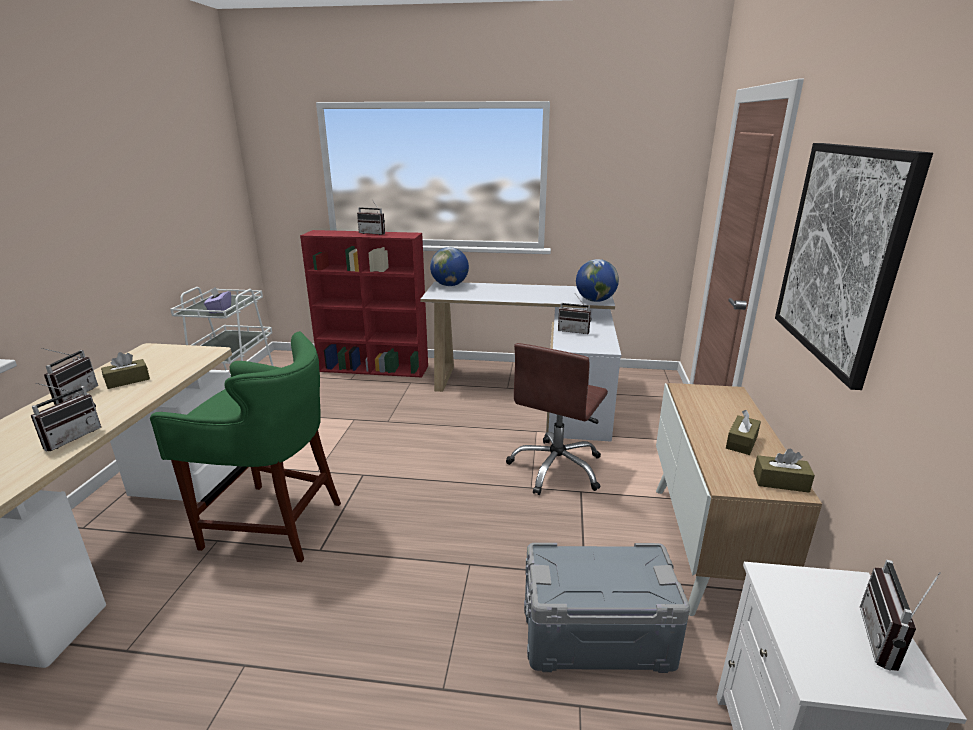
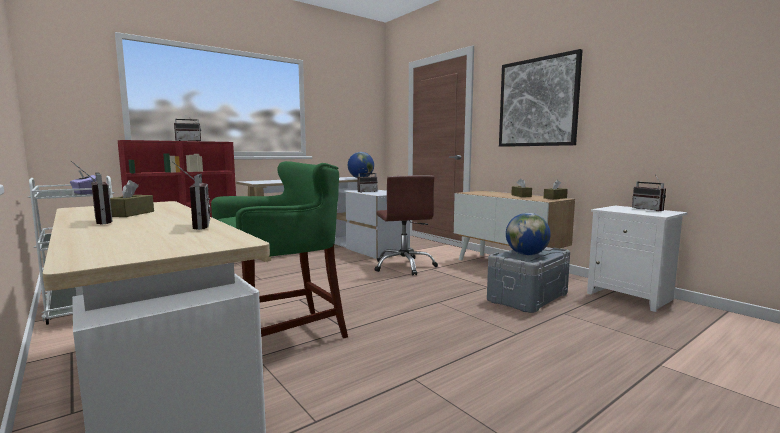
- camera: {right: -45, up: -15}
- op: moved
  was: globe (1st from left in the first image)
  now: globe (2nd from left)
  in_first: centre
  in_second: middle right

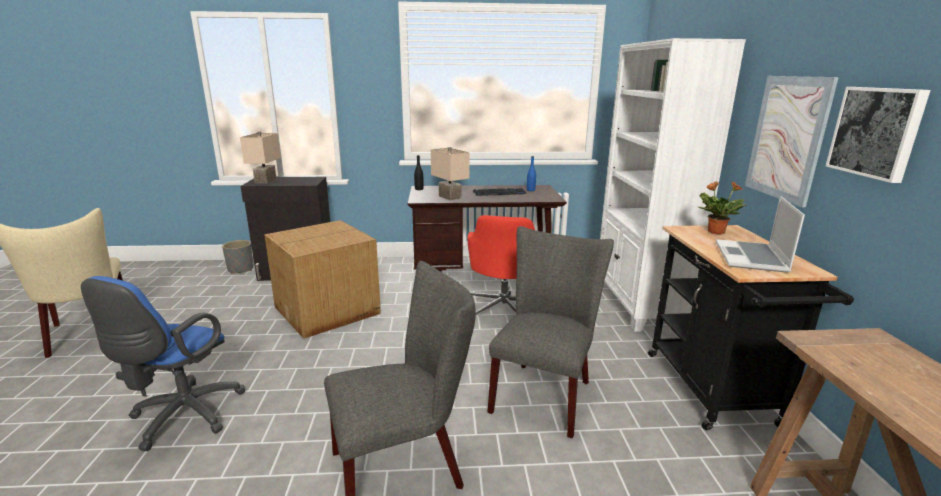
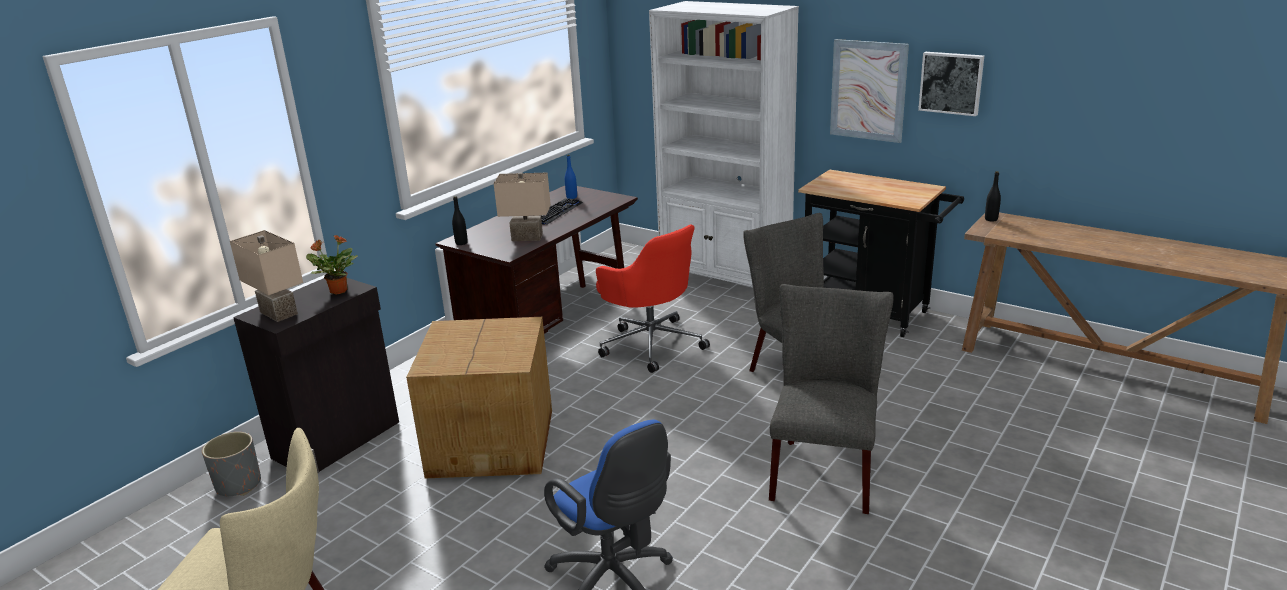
- camera: {right: -50, up: 5}
- op: moved
  was: potted plant
  in_first: middle right
  in_second: middle left
- op: added
  now: bottle/black (2nd from left)
  in_second: top right
- op: removed
  was: laptop
  in_first: middle right

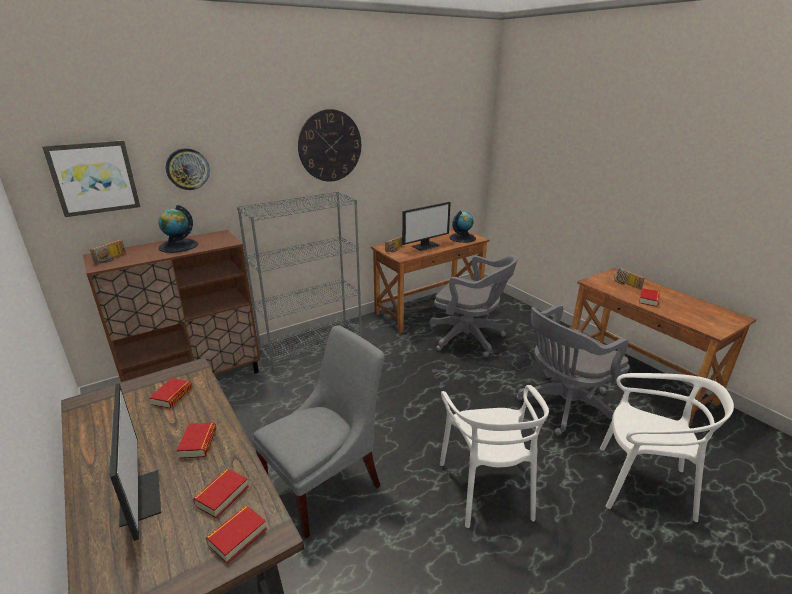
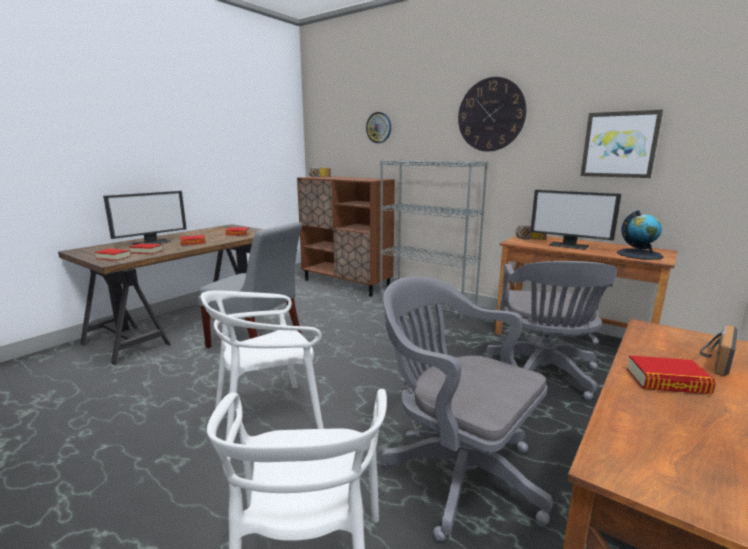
- camera: {right: 70, up: -10}
- op: moved
  was: picture
  in_first: top left
  in_second: top right
- op: removed
  was: globe (1st from left)
  in_first: middle left

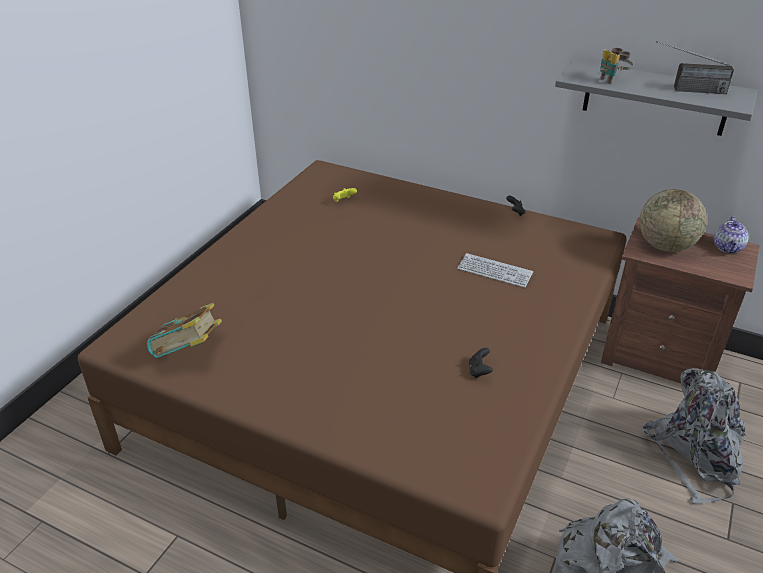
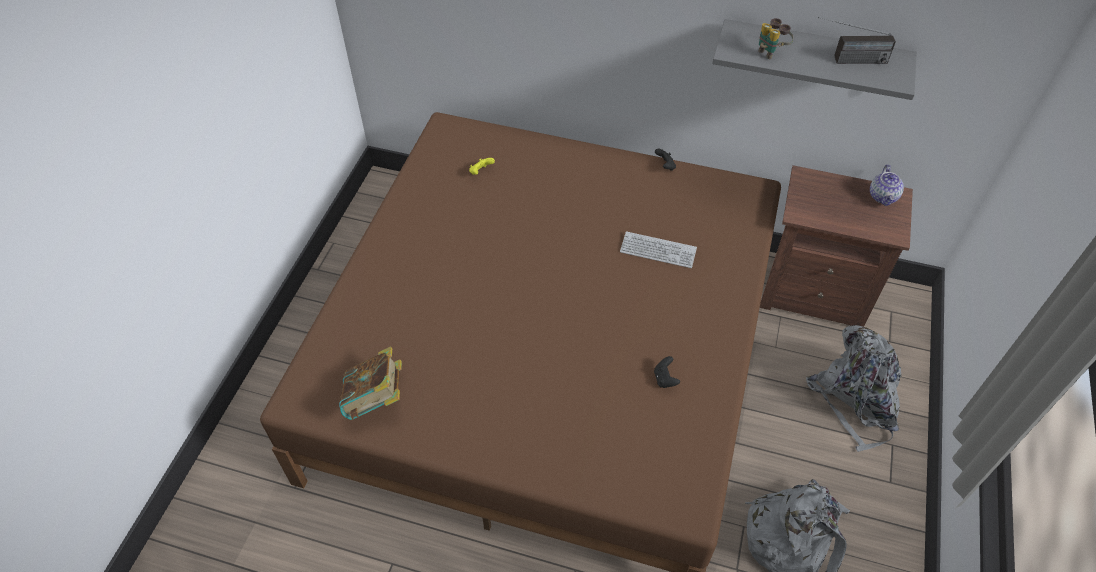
- camera: {right: -10, up: 15}
- op: removed
  was: globe
  in_first: middle right

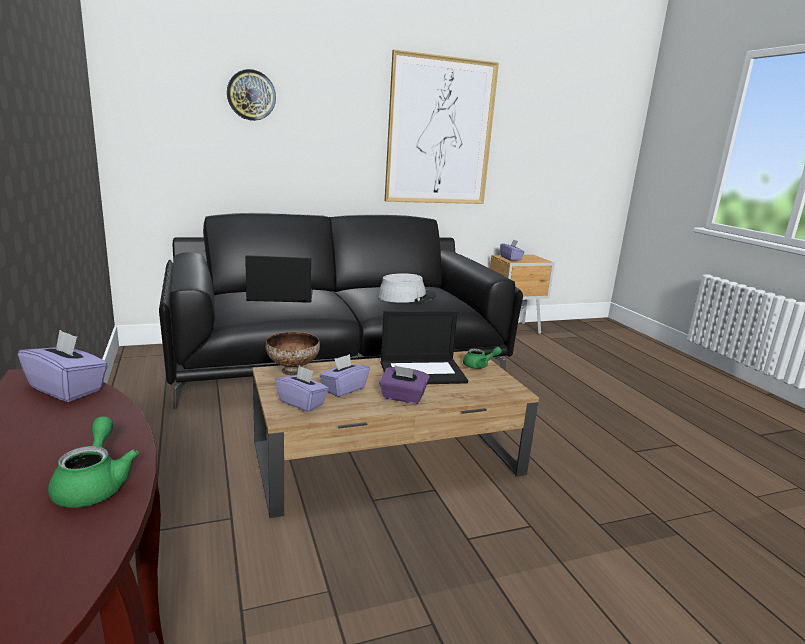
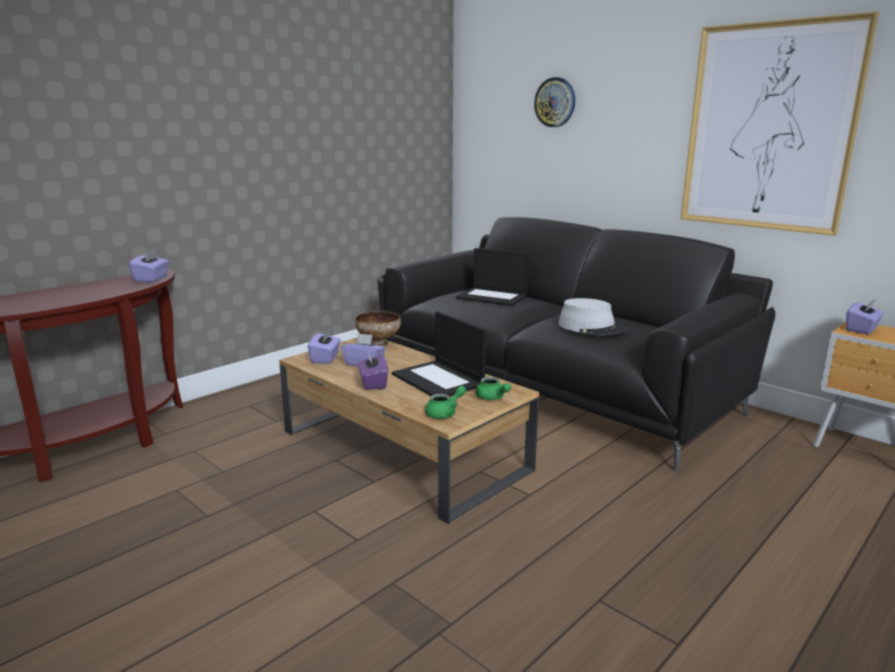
- camera: {right: 65, up: 0}
- op: moved
  was: teapot/green (1st from left)
  in_first: bottom left
  in_second: centre
- op: turned
  was: laptop (1st from left in the first image)
  in_first: centre
  in_second: centre
  clockwise: 150

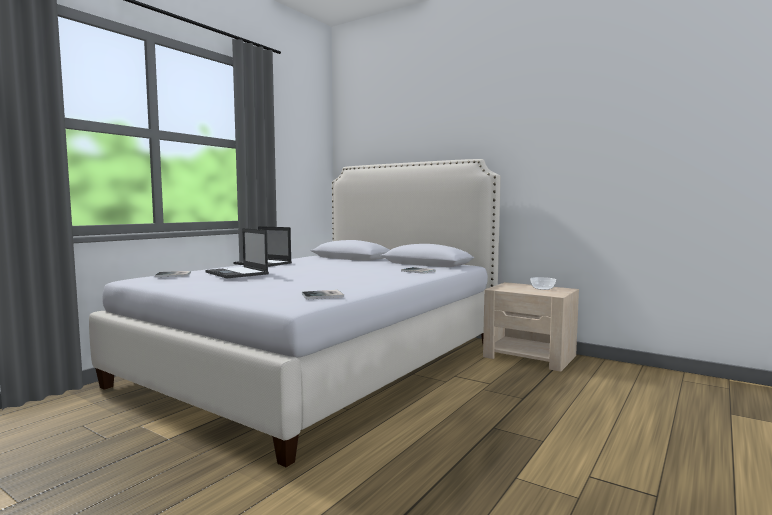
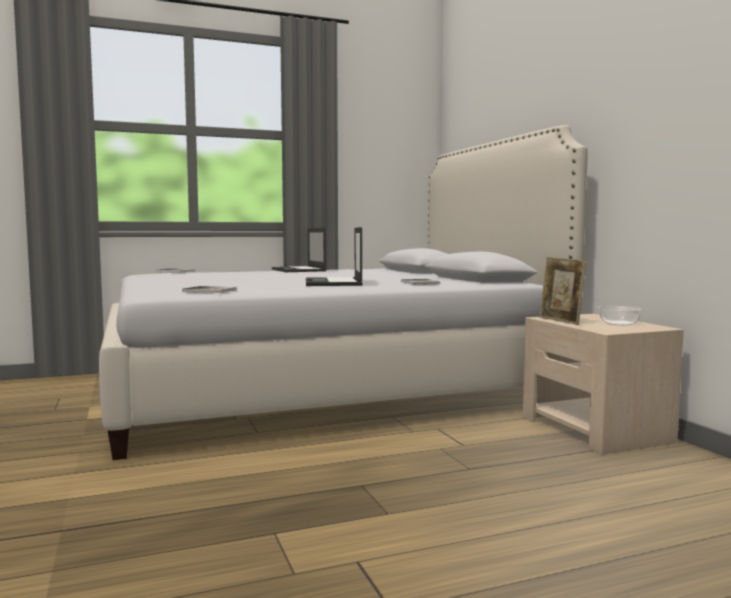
- camera: {right: 35, up: 0}
- op: moved
  was: laptop (1st from left in the first image)
  now: laptop (2nd from left)
  in_first: middle left
  in_second: centre
- op: added
  now: picture frame
  in_second: middle right

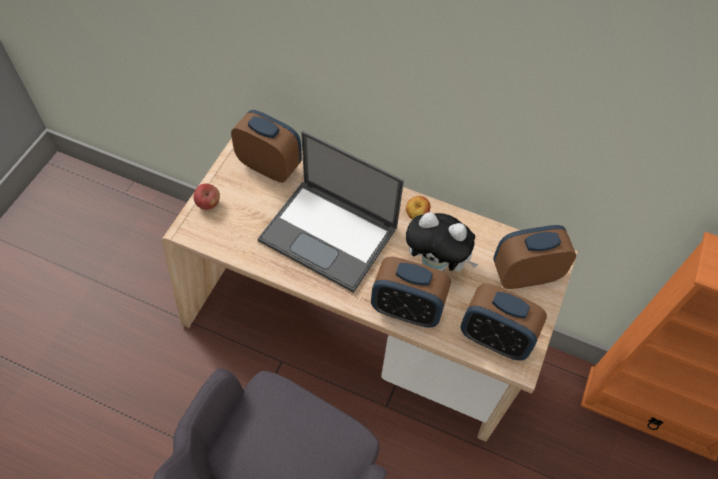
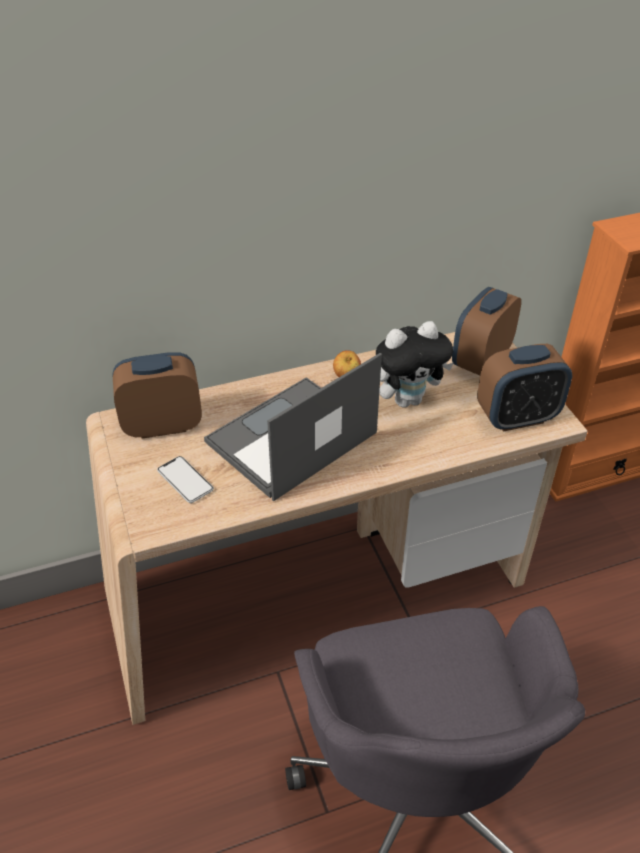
- camera: {right: -40, up: -15}
- op: added
  now: phone
  in_second: middle left
- op: turned
  was: laptop
  in_first: centre
  in_second: centre
  clockwise: 150
- op: removed
  was: apple (1st from left)
  in_first: middle left
- op: removed
  was: alarm clock (2nd from left)
  in_first: centre

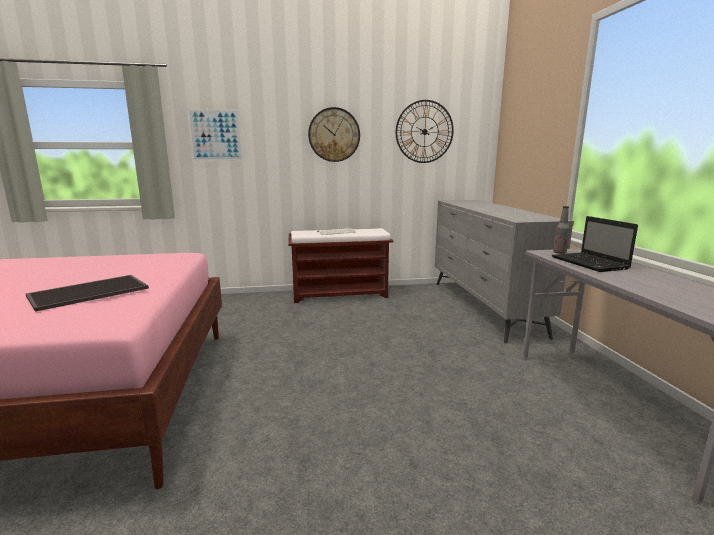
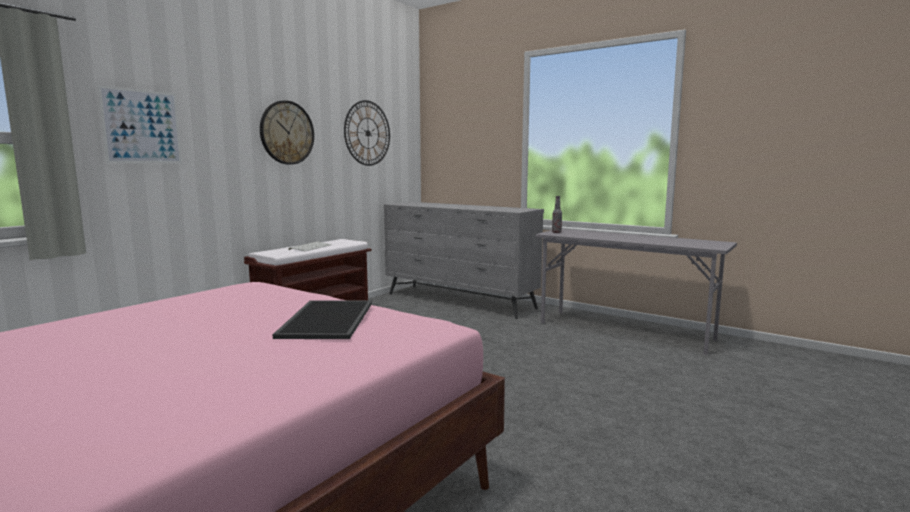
- camera: {right: -45, up: -5}
- op: removed
  was: laptop
  in_first: middle right

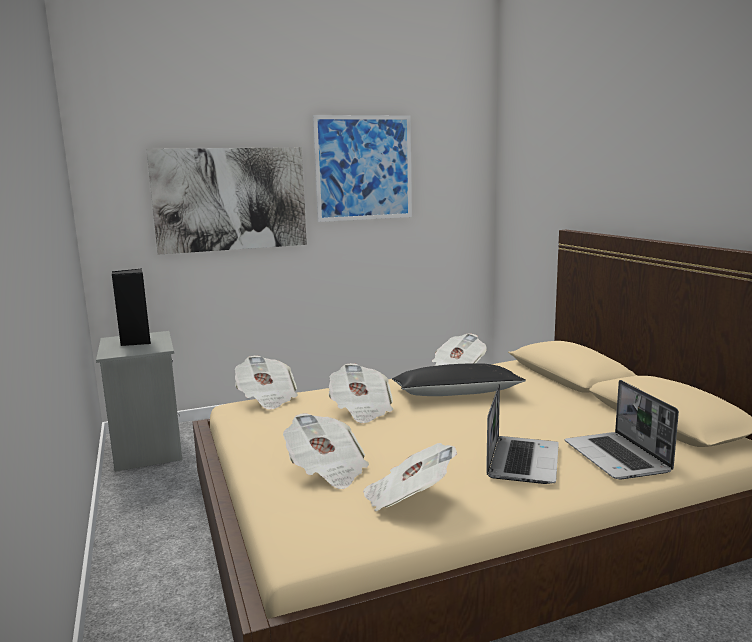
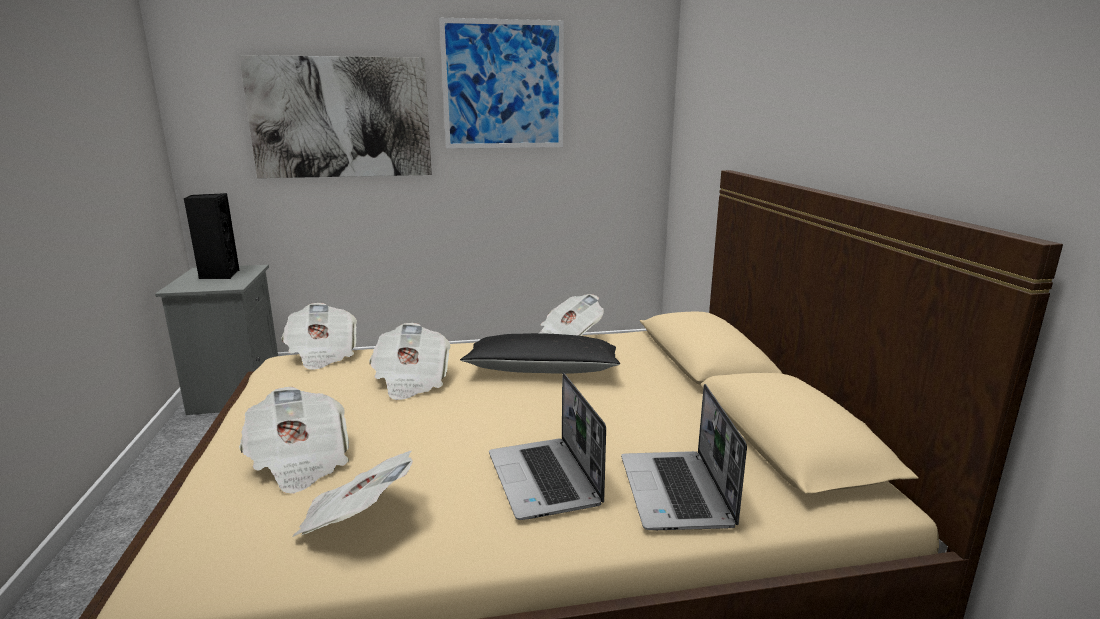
- camera: {right: 10, up: 5}
- op: turned
  was: laptop (1st from left)
  in_first: bottom right
  in_second: bottom centre
  clockwise: 135

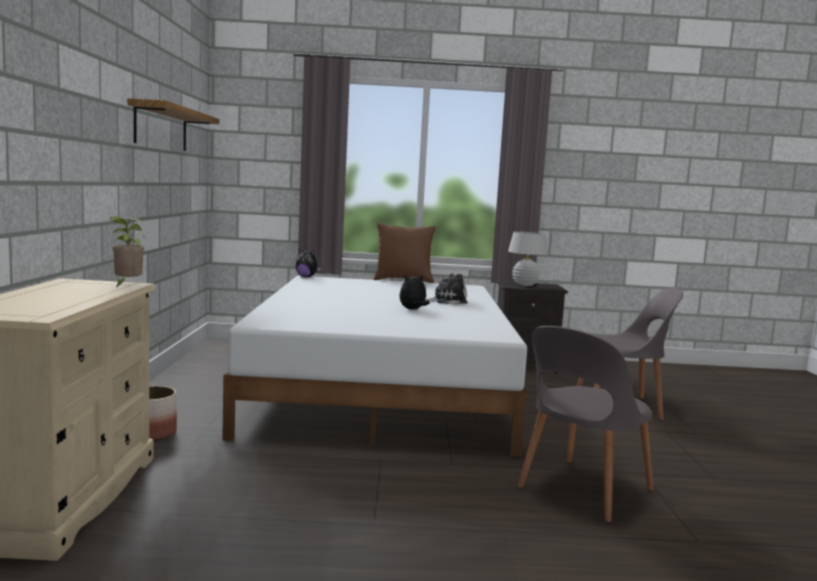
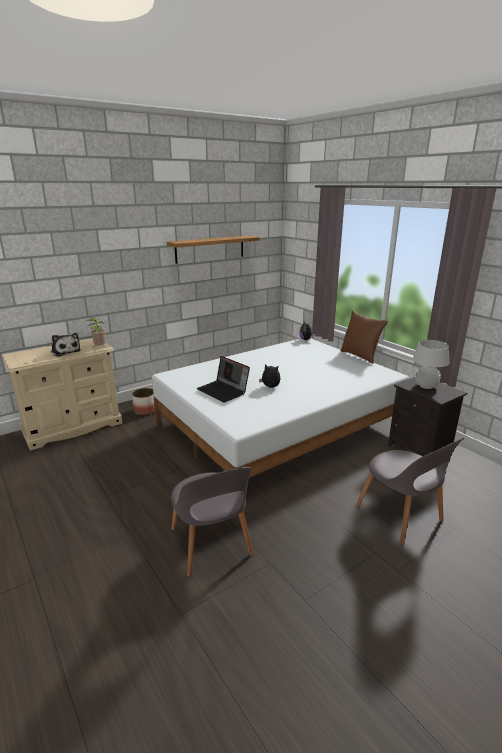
- camera: {right: 55, up: 15}
- op: moved
  was: plush toy (3rd from left in the first image)
  now: plush toy (1st from left)
  in_first: centre
  in_second: middle left
- op: turned
  was: chair/grey (1st from left)
  in_first: bottom right
  in_second: bottom centre
  clockwise: -120
- op: added
  now: laptop
  in_second: centre

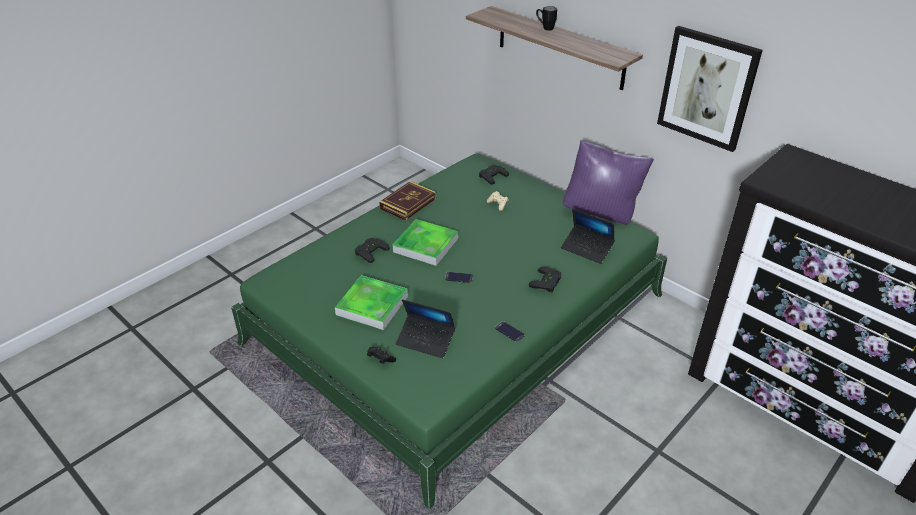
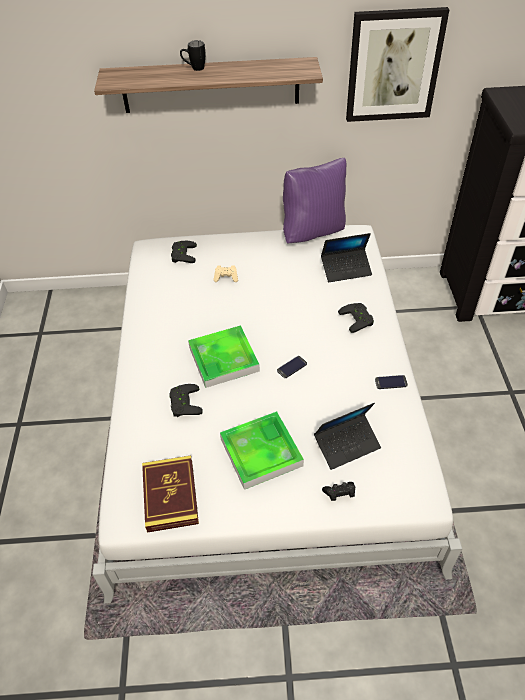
- camera: {right: -45, up: 10}
- op: recoloured
  was: bed/green
  now: bed/white
  in_first: centre
  in_second: centre
- op: moved
  was: book
  in_first: centre
  in_second: bottom left

